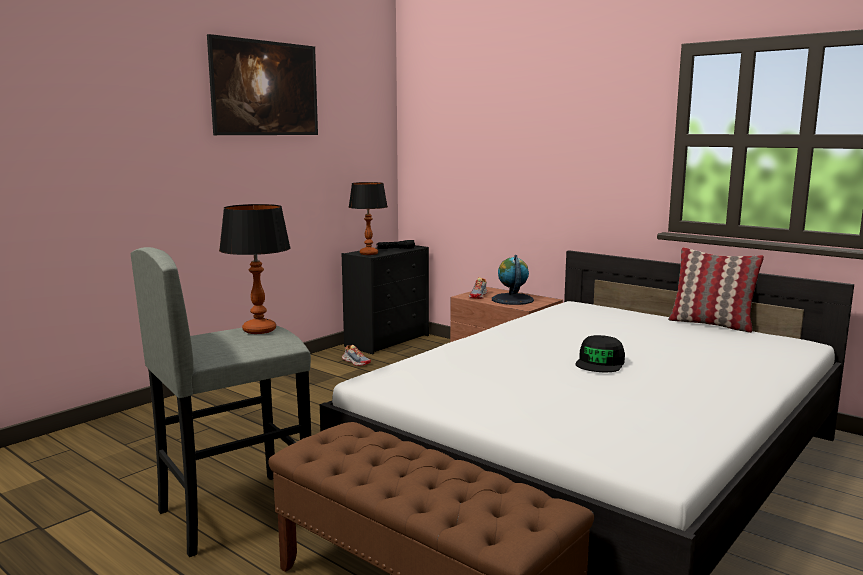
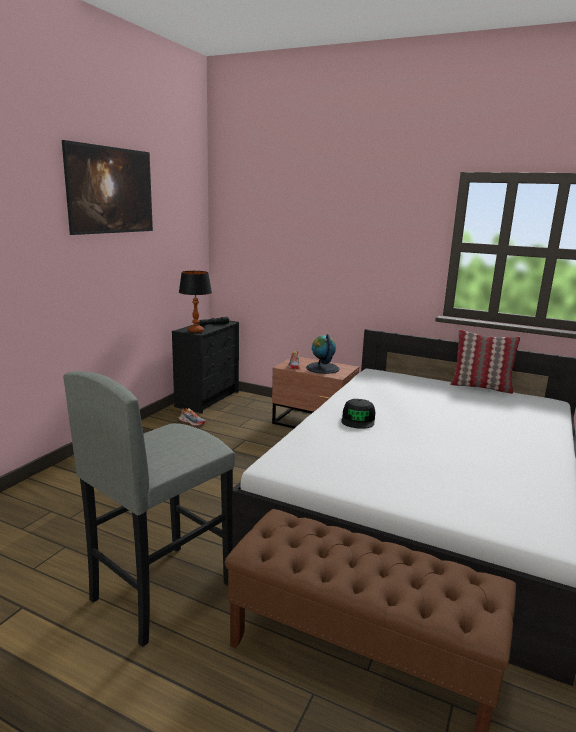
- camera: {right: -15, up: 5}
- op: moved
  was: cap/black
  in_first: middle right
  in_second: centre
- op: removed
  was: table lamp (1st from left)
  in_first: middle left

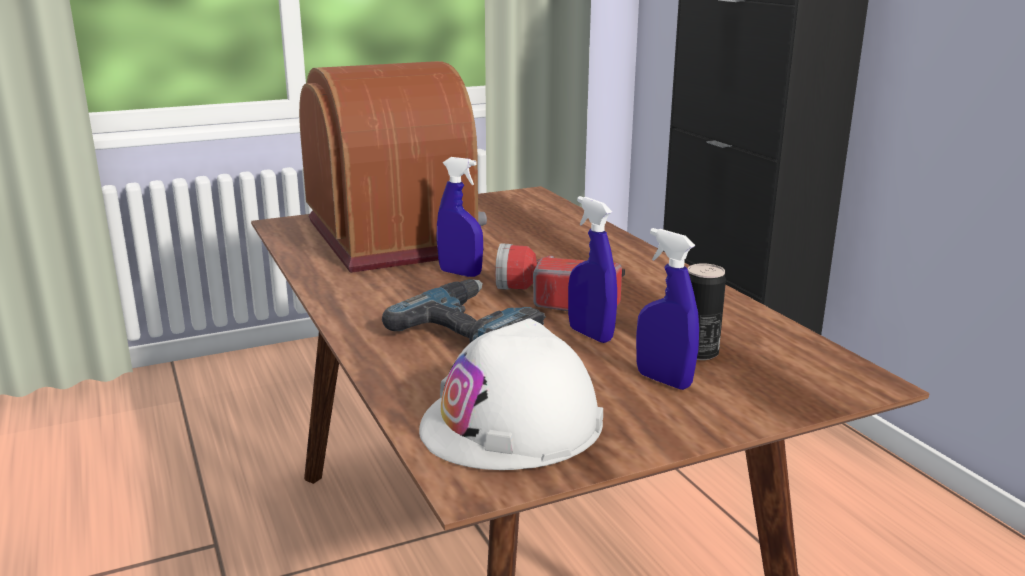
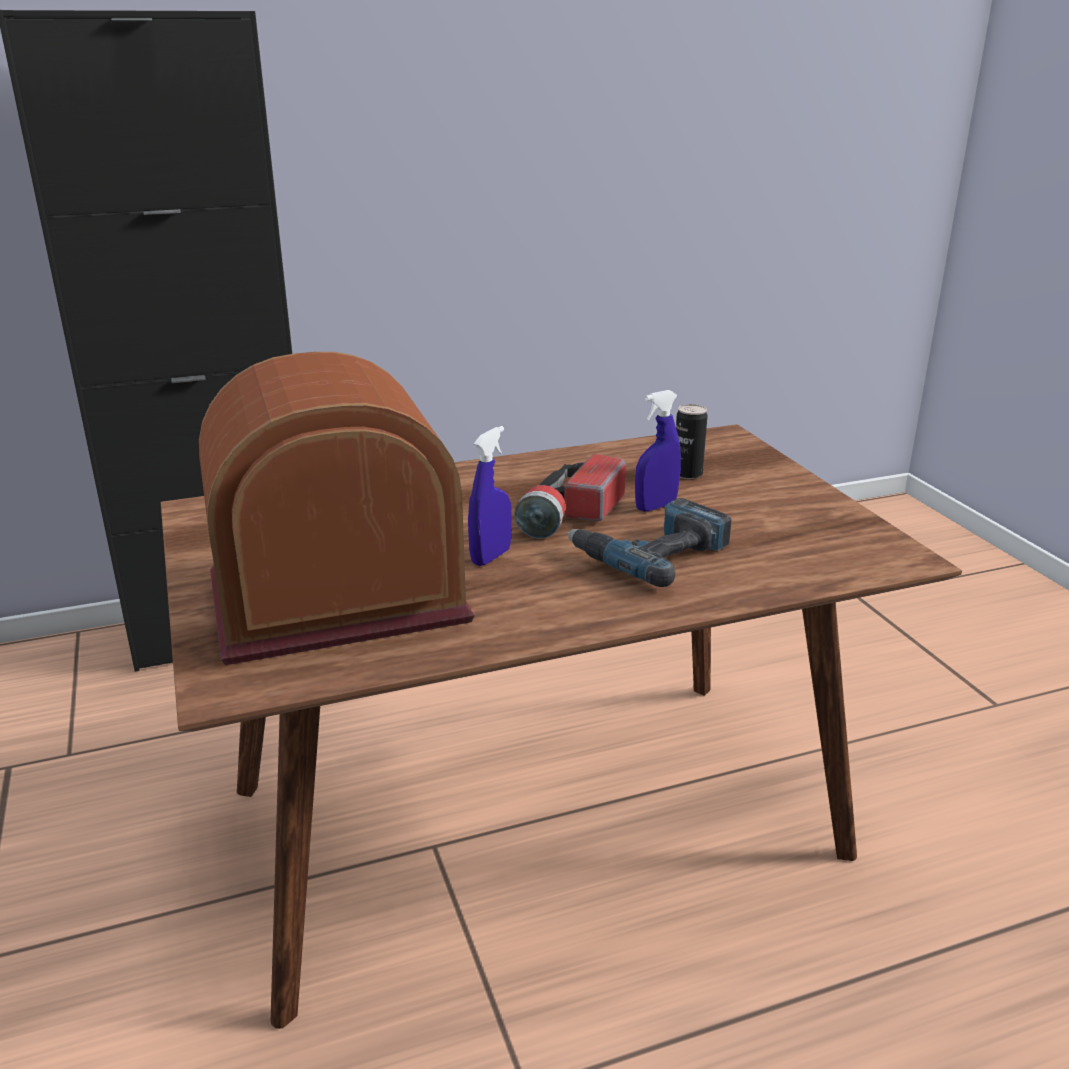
- camera: {right: -85, up: 5}
- op: removed
  was: hard hat/white
  in_first: bottom centre
- op: removed
  was: spray bottle/blue (3rd from left)
  in_first: centre

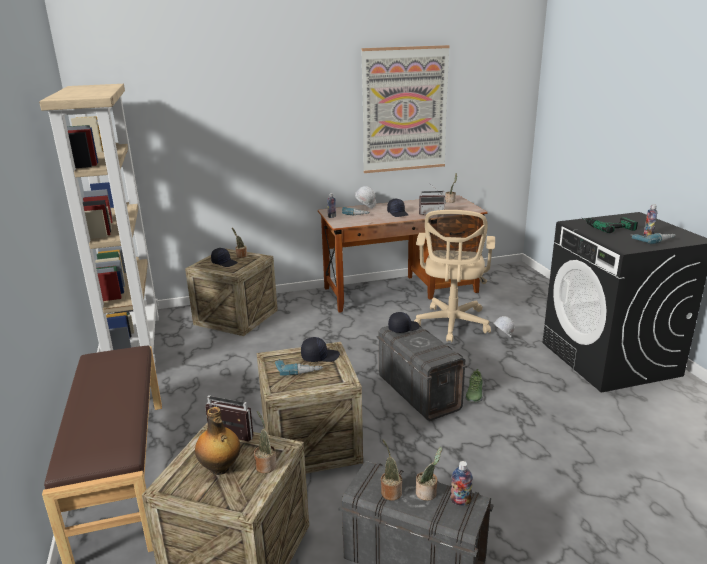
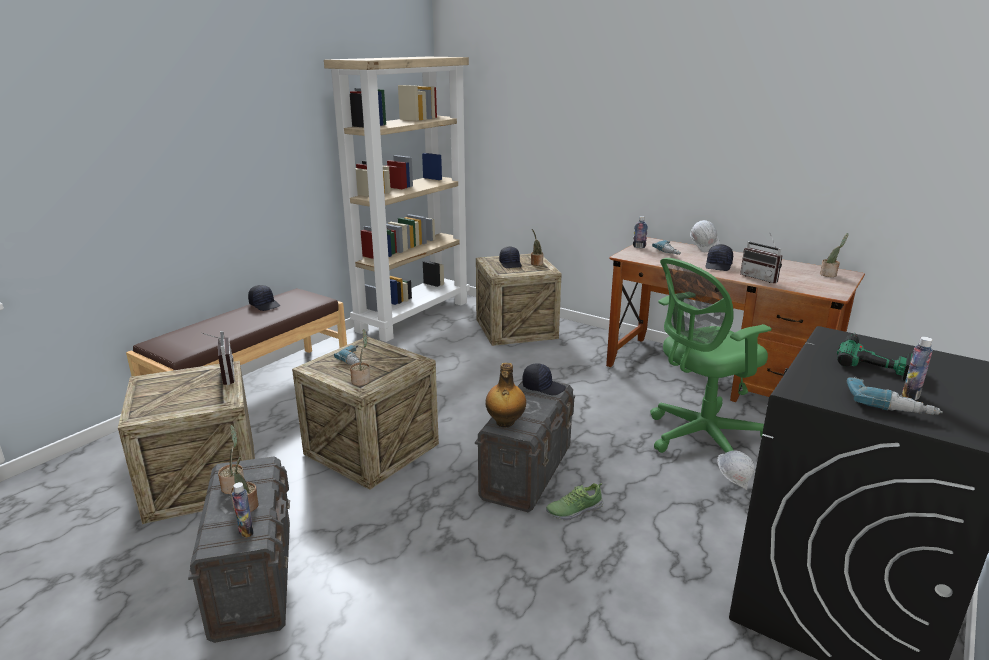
- camera: {right: 50, up: 0}
- op: moved
  was: cap/black (2nd from left in the first image)
  now: cap/black (1st from left)
  in_first: centre
  in_second: middle left
- op: moved
  was: potted plant (2nd from left in the first image)
  now: potted plant (3rd from left)
  in_first: bottom centre
  in_second: centre
- op: moved
  was: bottle (1st from left in the first image)
  now: bottle (2nd from left)
  in_first: bottom left
  in_second: centre
- op: recoloured
  was: office chair/beige
  now: office chair/green
  in_first: centre
  in_second: middle right
- op: removed
  was: picture
  in_first: top centre

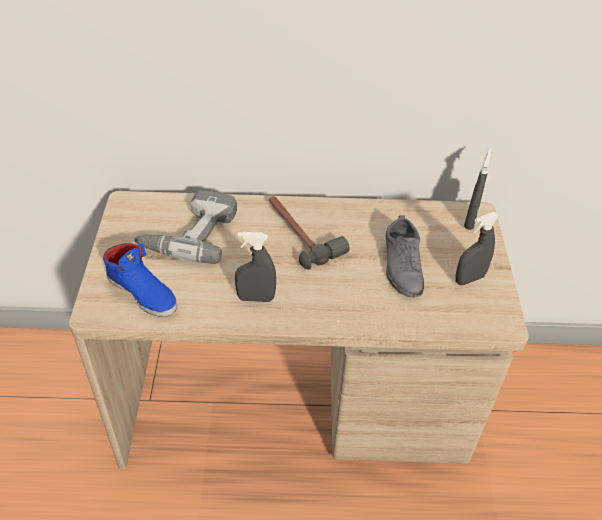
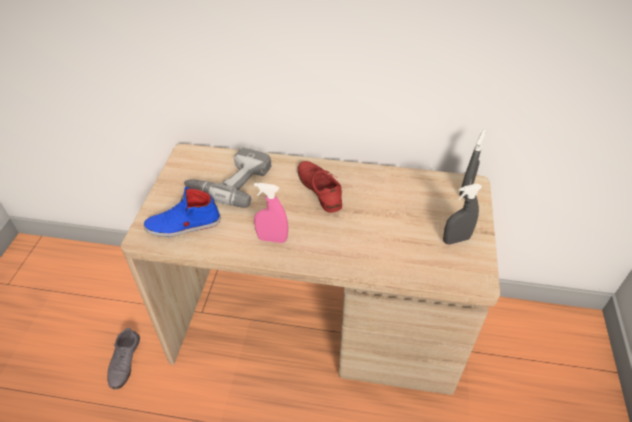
- camera: {right: 10, up: 0}
- op: moved
  was: shoe/grey
  in_first: middle right
  in_second: bottom left
- op: turned
  was: shoe/blue
  in_first: middle left
  in_second: middle left
  clockwise: 120
- op: recoloured
  was: spray bottle/grey (1st from left)
  now: spray bottle/pink
  in_first: centre
  in_second: centre
- op: replaced
  was: hammer
  now: shoe/red
  in_first: centre
  in_second: centre

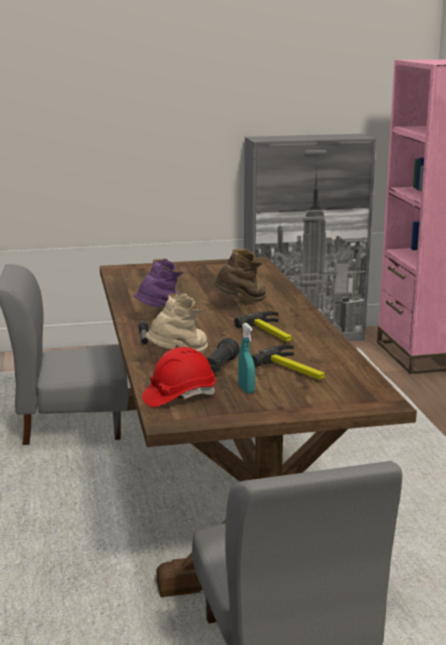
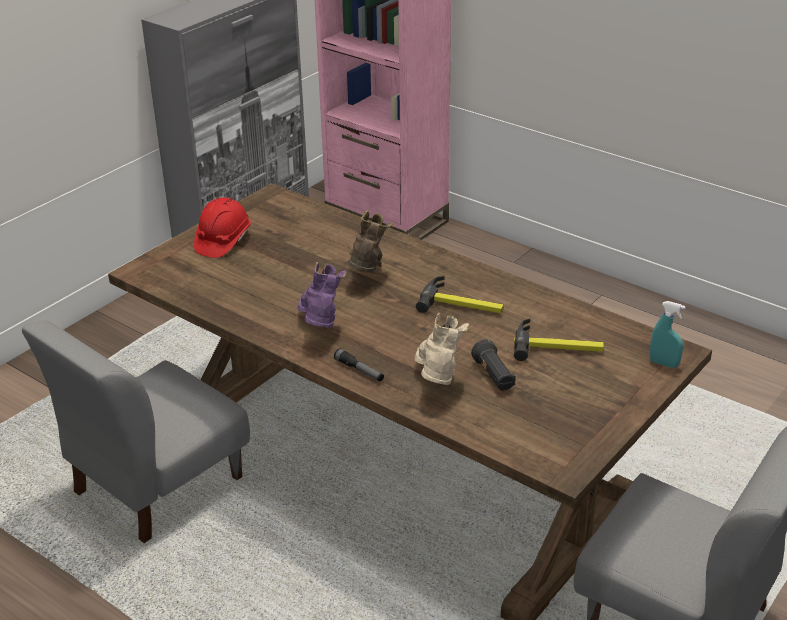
- camera: {right: -40, up: 15}
- op: moved
  was: hard hat/red
  in_first: centre
  in_second: middle left
- op: moved
  was: spray bottle/turquoise
  in_first: centre
  in_second: middle right

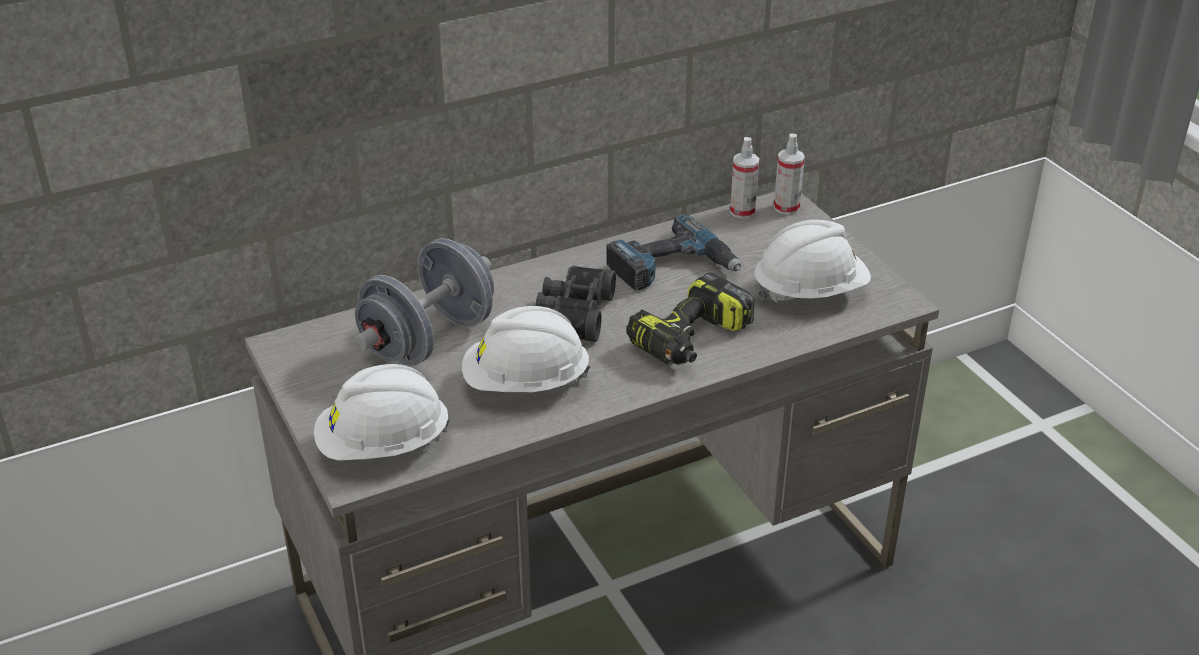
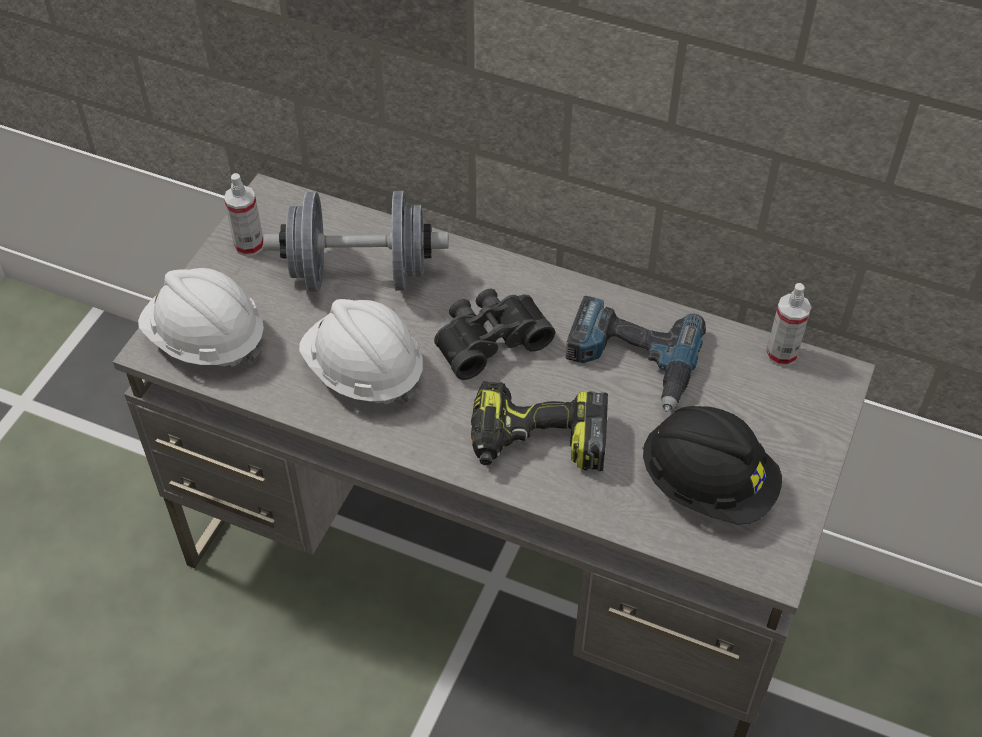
- camera: {right: 50, up: 15}
- op: moved
  was: spray bottle (2nd from left in the first image)
  now: spray bottle (1st from left)
  in_first: top centre
  in_second: top left
- op: recoloured
  was: hard hat/white (3rd from left)
  now: hard hat/black
  in_first: middle right
  in_second: middle right

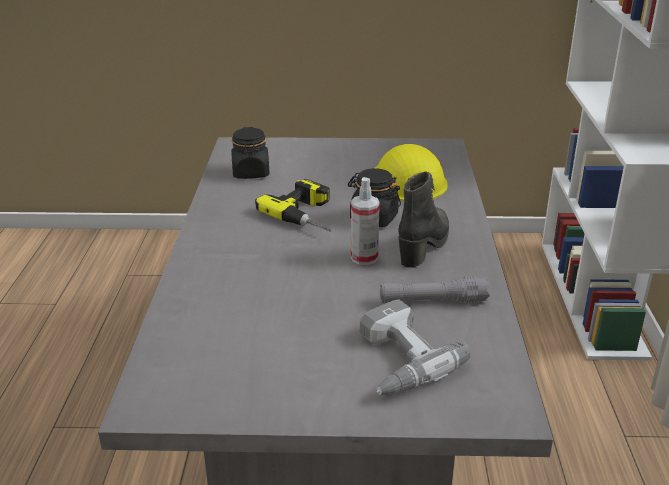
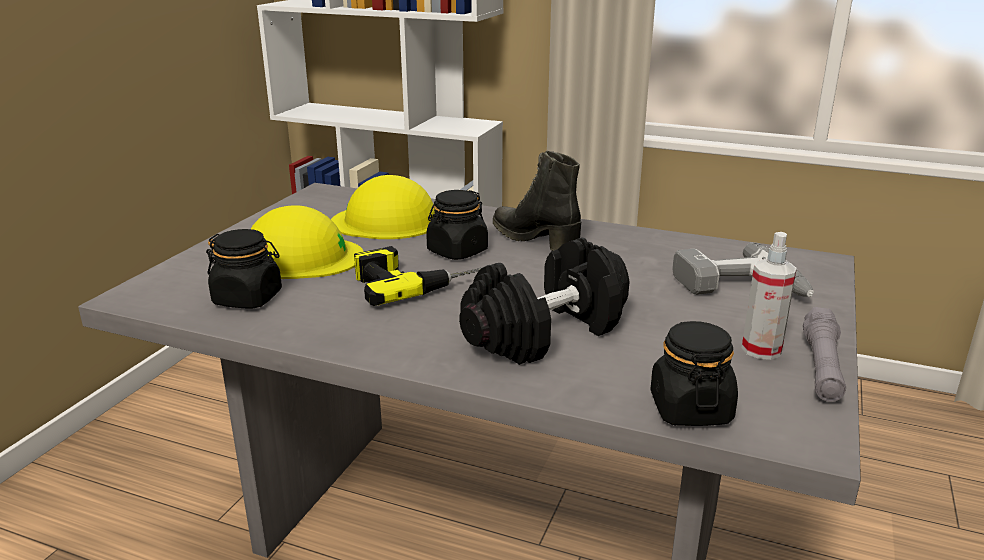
- camera: {right: -70, up: -5}
- op: added
  now: hard hat/yellow (1st from left)
  in_second: middle left
- op: added
  now: dumbbell/black
  in_second: centre
- op: added
  now: jar/black (3rd from left)
  in_second: middle right
- op: moved
  was: spray bottle
  in_first: centre
  in_second: middle right
- op: moved
  was: flashlight/grey
  in_first: centre
  in_second: middle right

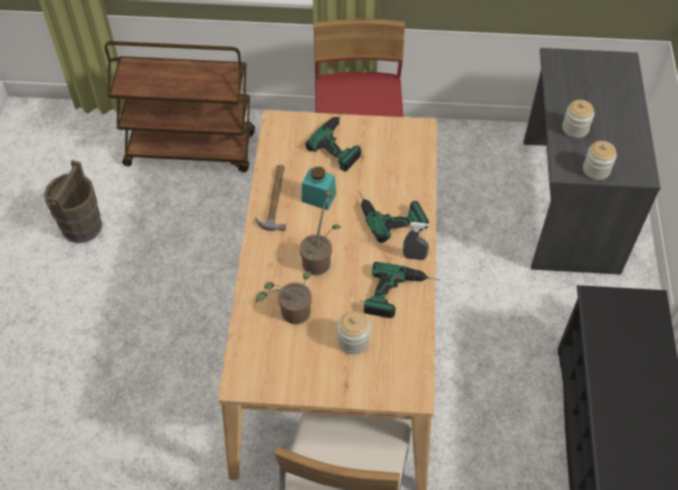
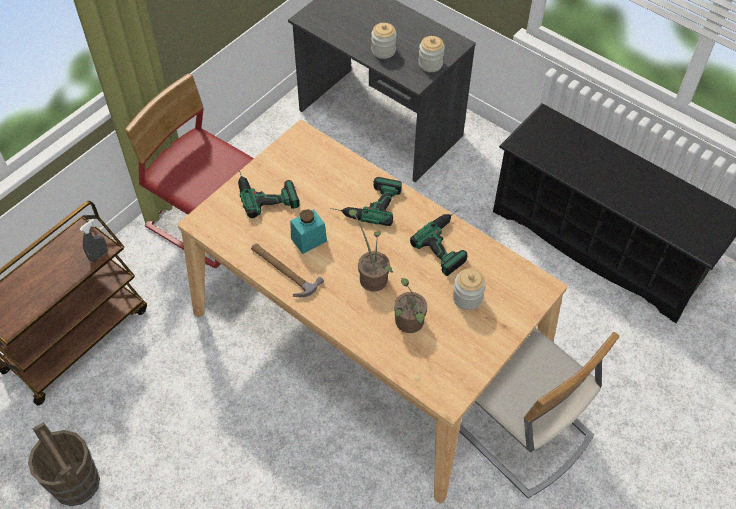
- camera: {right: -55, up: 0}
- op: moved
  was: spray bottle/grey
  in_first: centre
  in_second: middle left

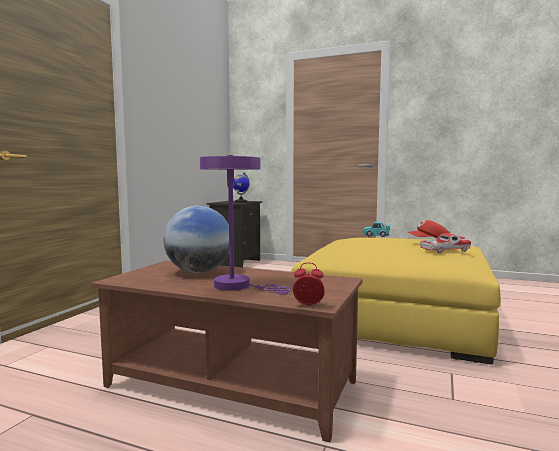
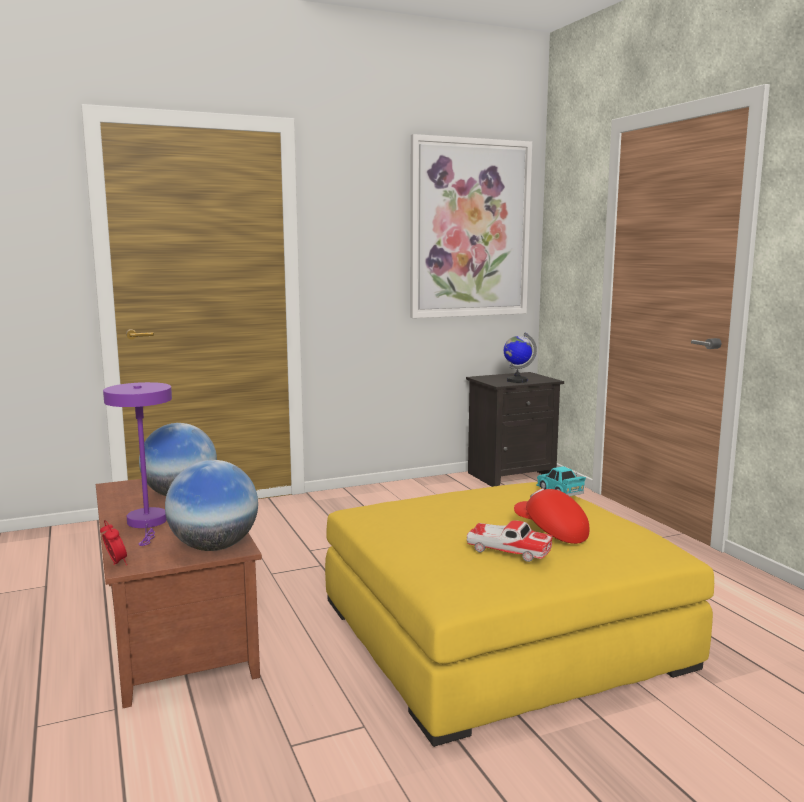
- camera: {right: 45, up: 5}
- op: added
  now: globe (2nd from left)
  in_second: middle left
- op: added
  now: picture
  in_second: top centre

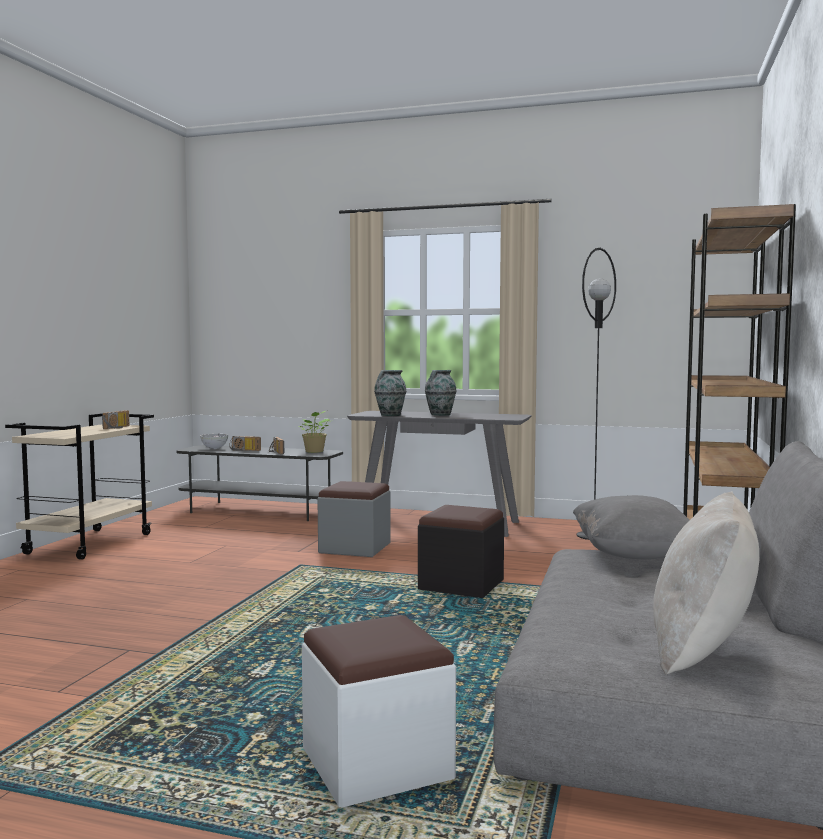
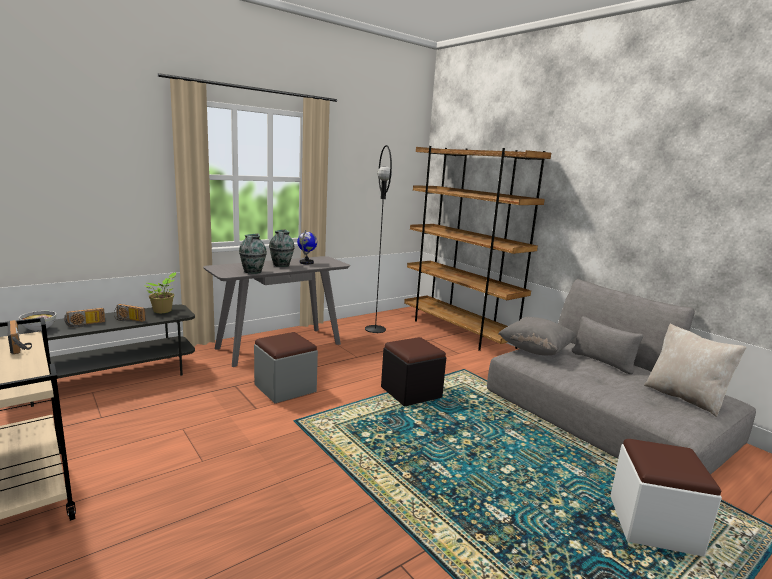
- camera: {right: -55, up: 10}
- op: added
  now: globe
  in_second: centre

